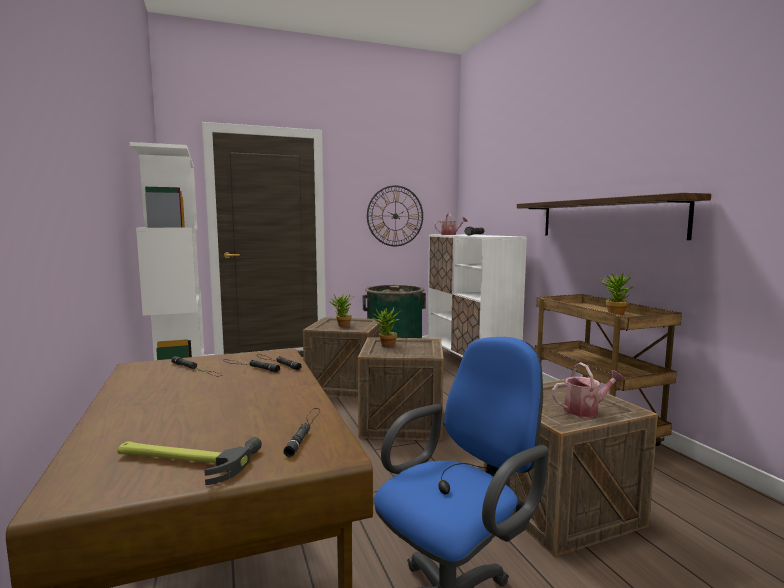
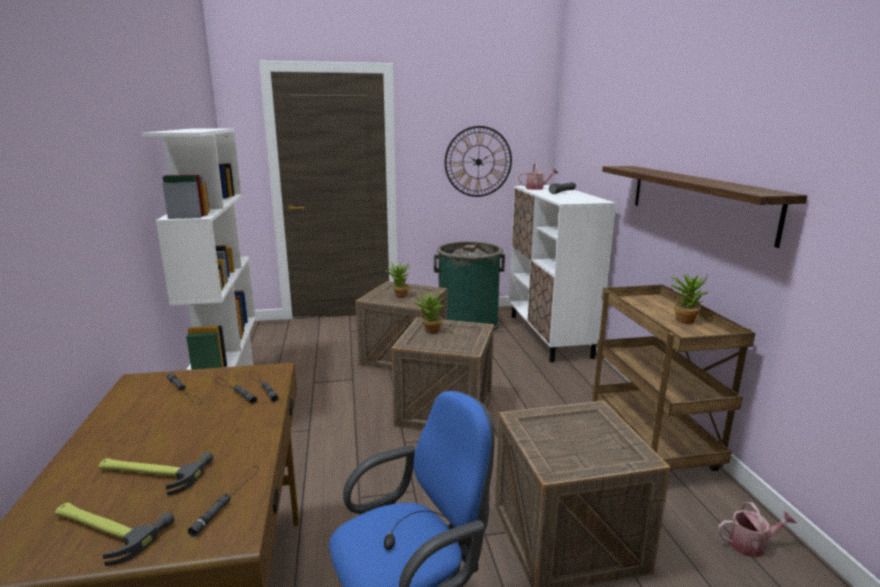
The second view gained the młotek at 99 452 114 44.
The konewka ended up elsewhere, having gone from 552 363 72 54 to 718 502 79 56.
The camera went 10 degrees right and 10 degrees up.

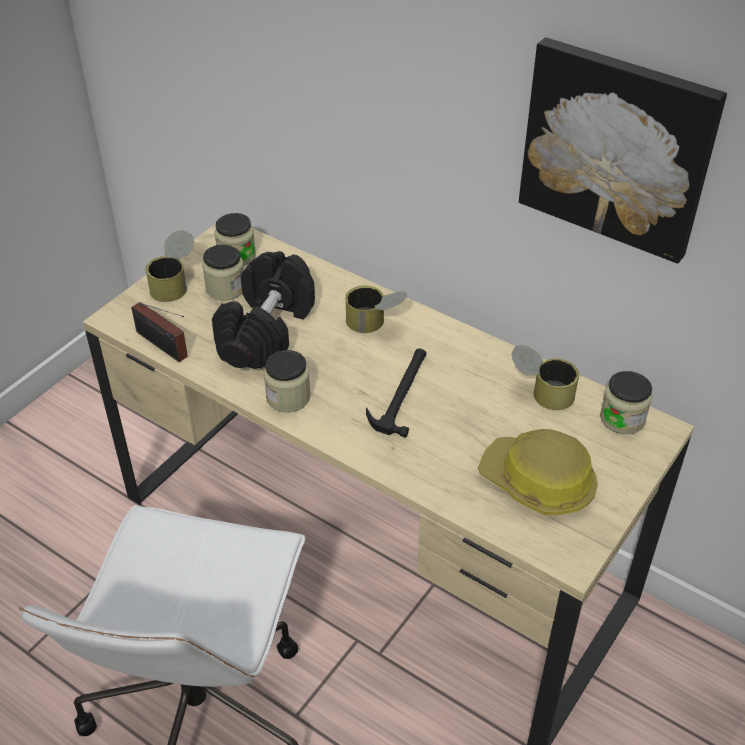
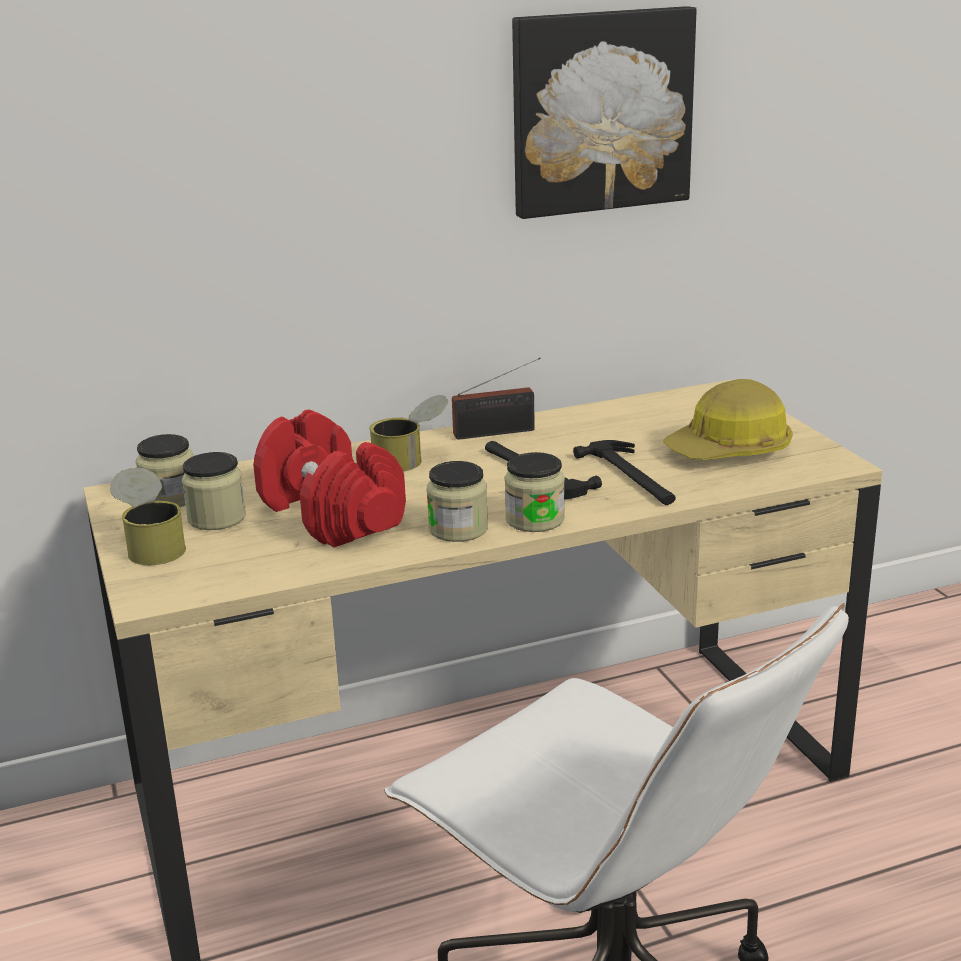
What was the hantel (czarny) at 212 251 103 118 turned into the hantel (czerwony) at 253 410 153 137.
The radio ended up elsewhere, having gone from 131 302 57 60 to 452 358 89 82.
The słoik ended up elsewhere, having gone from 600 371 52 63 to 505 452 60 80.
The second view gained the młotek at 573 440 103 65.
The second view lost the puszka at 511 345 68 65.
The camera went 55 degrees left and 20 degrees down.

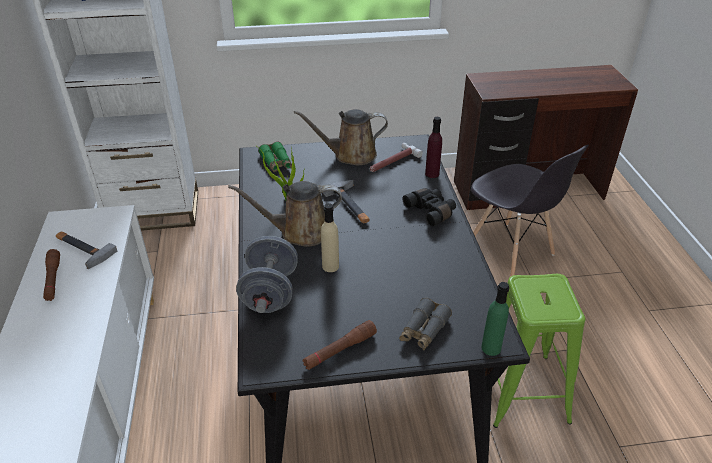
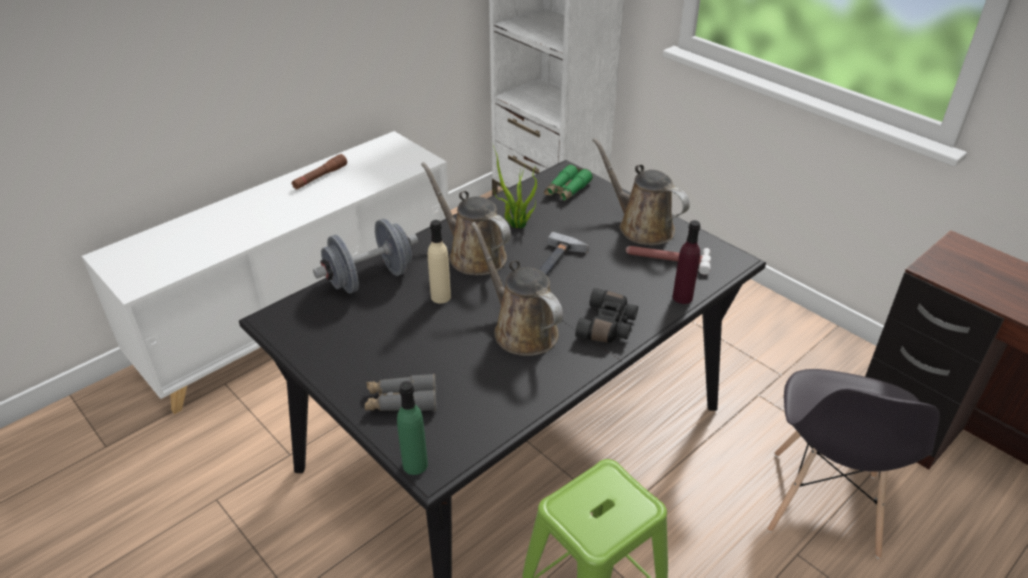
The second view gained the konewka (brązowy) at 471 222 92 134.
The second view lost the młotek at 56 232 61 37.
The second view lost the latarka (brązowy) at 302 320 75 50.
The camera went 55 degrees right and 0 degrees up.

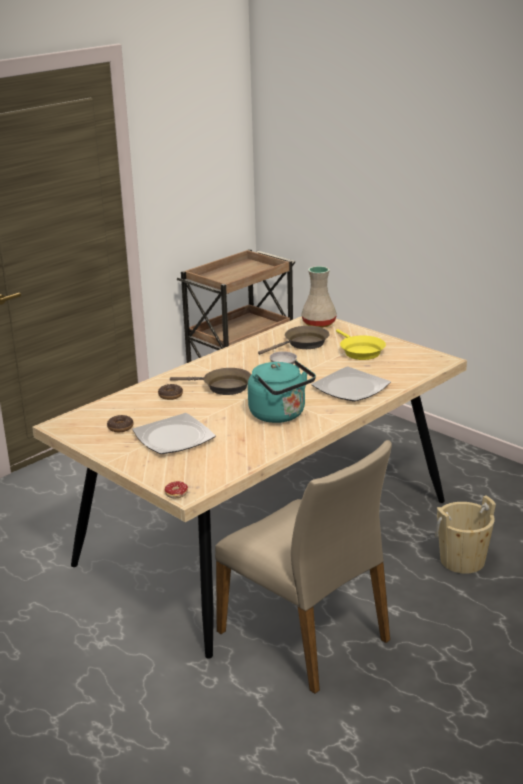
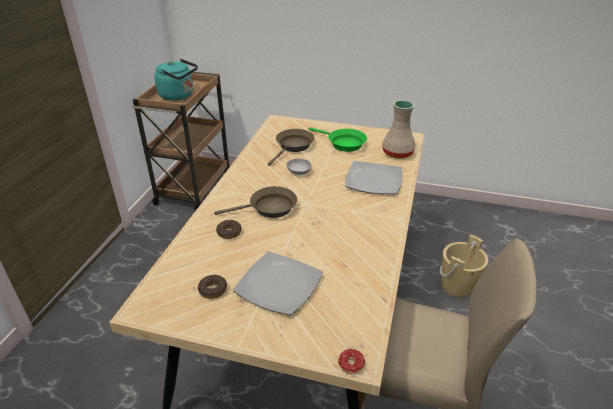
The czajnik (turkusowy) ended up elsewhere, having gone from 248 360 68 63 to 154 59 44 41.
What was the patelnia (żółty) at 336 329 50 31 turned into the patelnia (zielony) at 309 127 58 25.
The wazon (beżowy) ended up elsewhere, having gone from 302 266 35 62 to 382 100 34 59.
The camera went 30 degrees left and 10 degrees up.

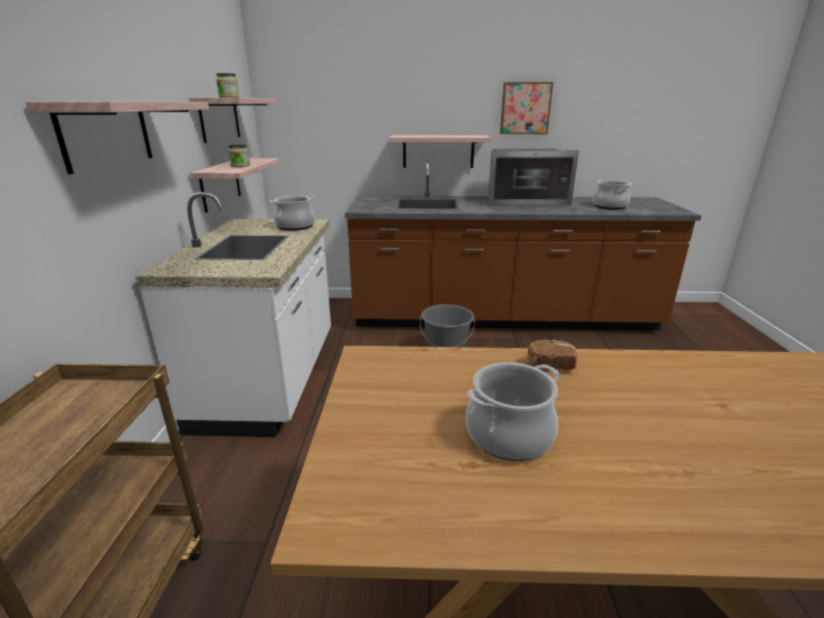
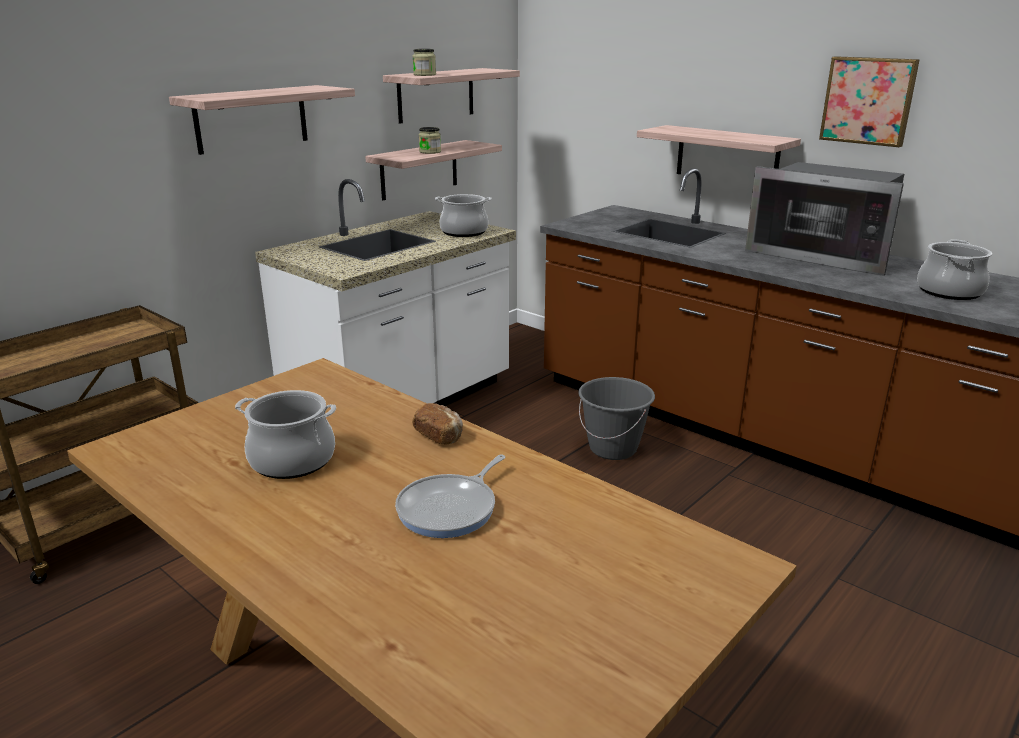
The second view gained the patelnia at 395 454 110 84.
The camera went 40 degrees right and 0 degrees up.

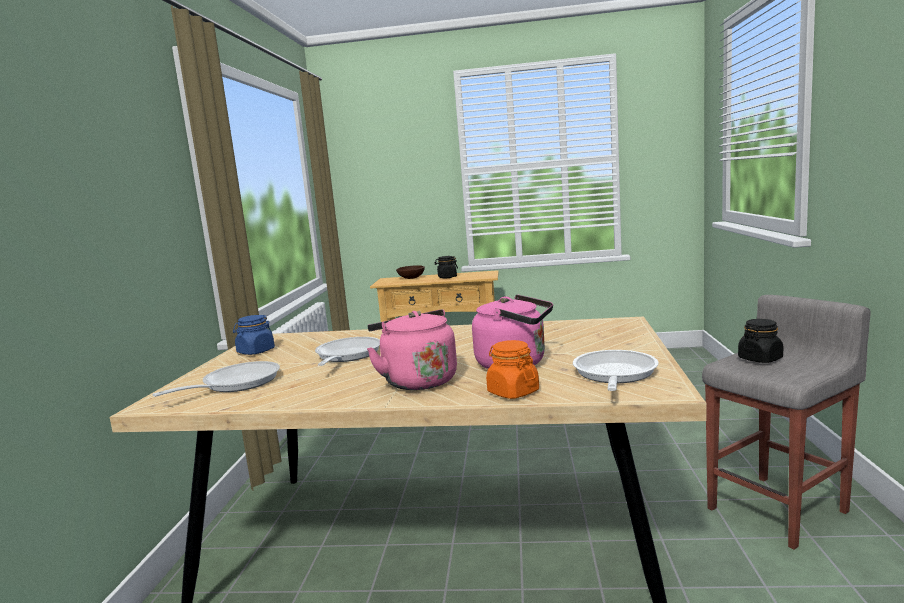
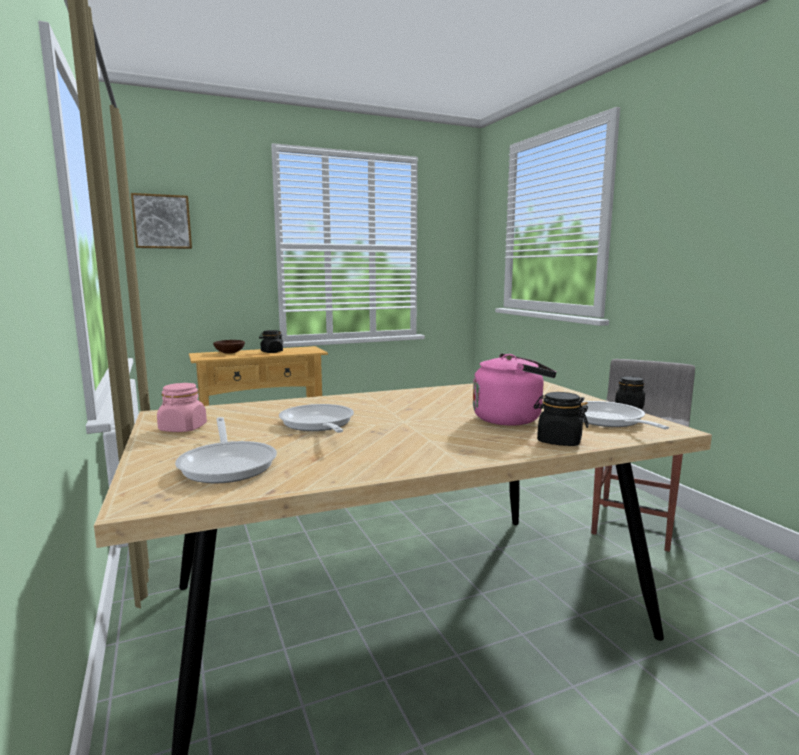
The second view gained the obraz at 131 193 61 56.
What was the słoik (niebieski) at 233 315 42 40 turned into the słoik (różowy) at 157 383 50 49.
The patelnia at 152 361 128 36 ended up facing another way, 150 degrees clockwise from before.
What was the słoik (pomarańczowy) at 486 340 53 59 turned into the słoik (czarny) at 533 392 55 54.
The second view lost the czajnik (różowy) at 367 309 90 81.
The camera went 30 degrees left and 0 degrees up.

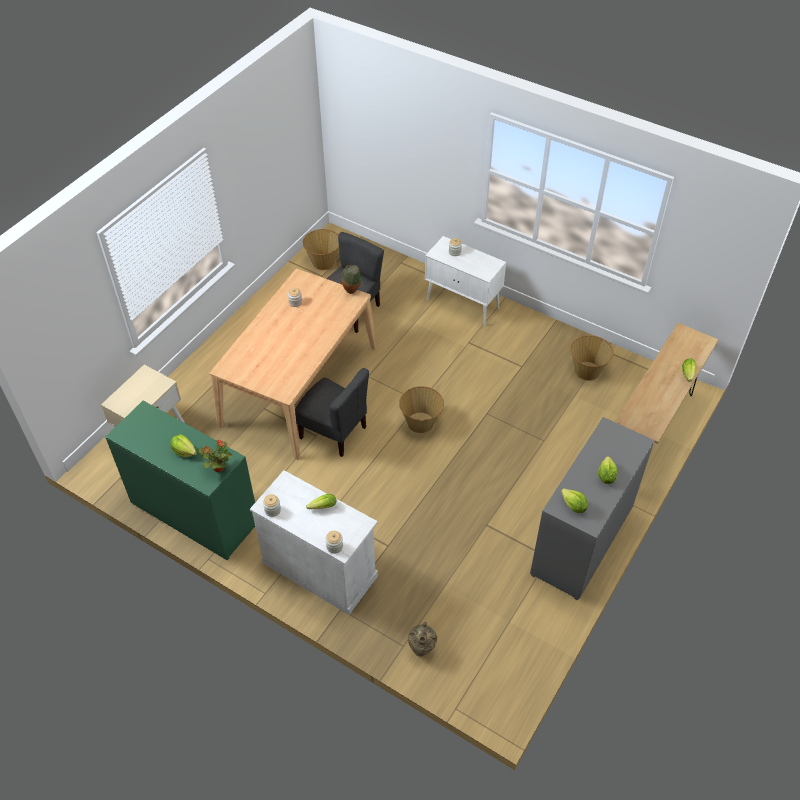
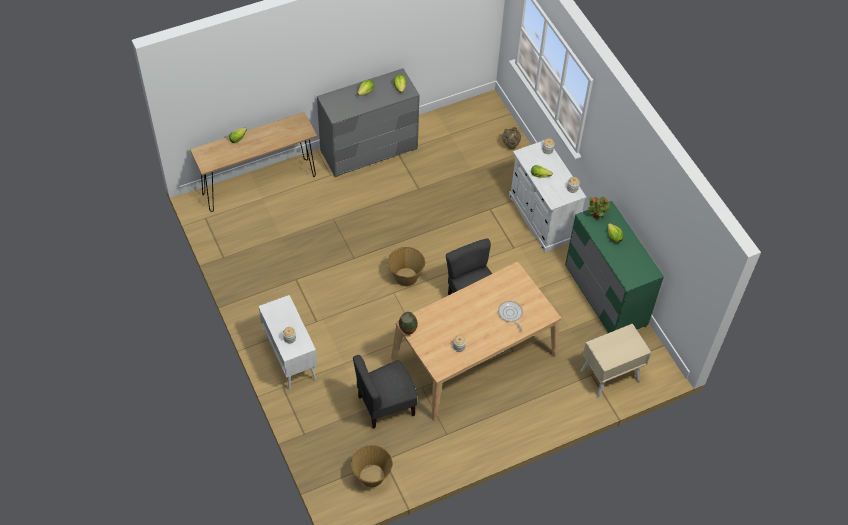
The second view gained the patelnia at 498 301 25 30.
The second view lost the koszyk at 570 335 44 46.
The camera went 150 degrees left and 5 degrees up.

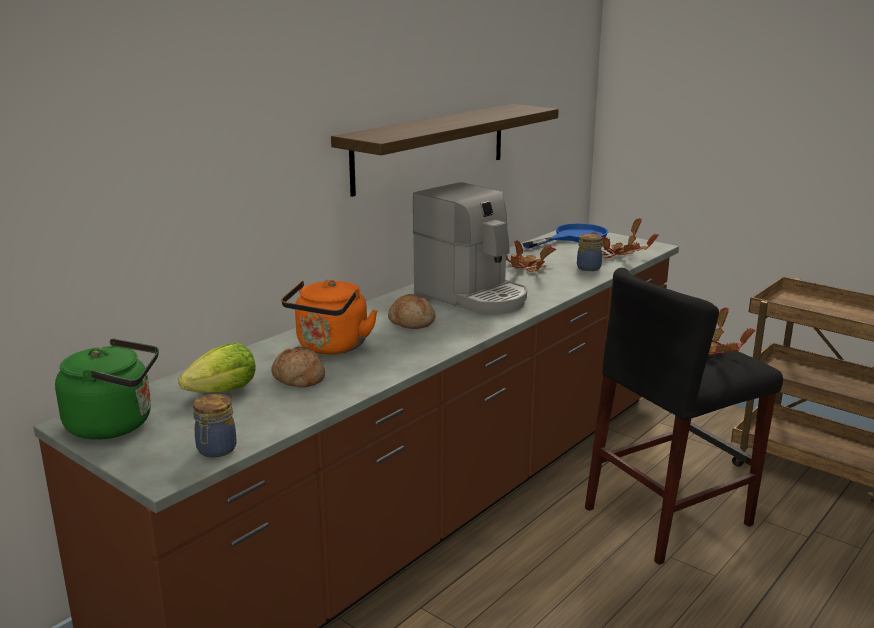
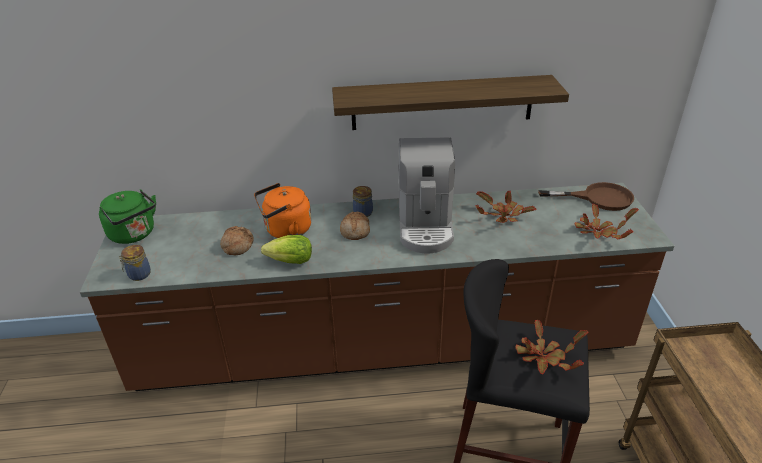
The sałata ended up elsewhere, having gone from 178 342 78 51 to 261 235 51 29.
The słoik ended up elsewhere, having gone from 577 234 26 37 to 353 186 20 31.
What was the patelnia (niebieski) at 522 223 86 25 turned into the patelnia (brązowy) at 538 182 96 29.
The camera went 45 degrees right and 15 degrees up.

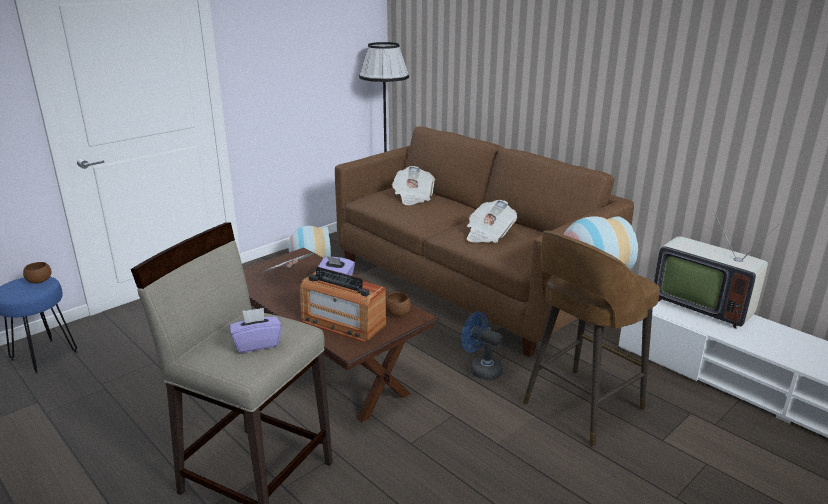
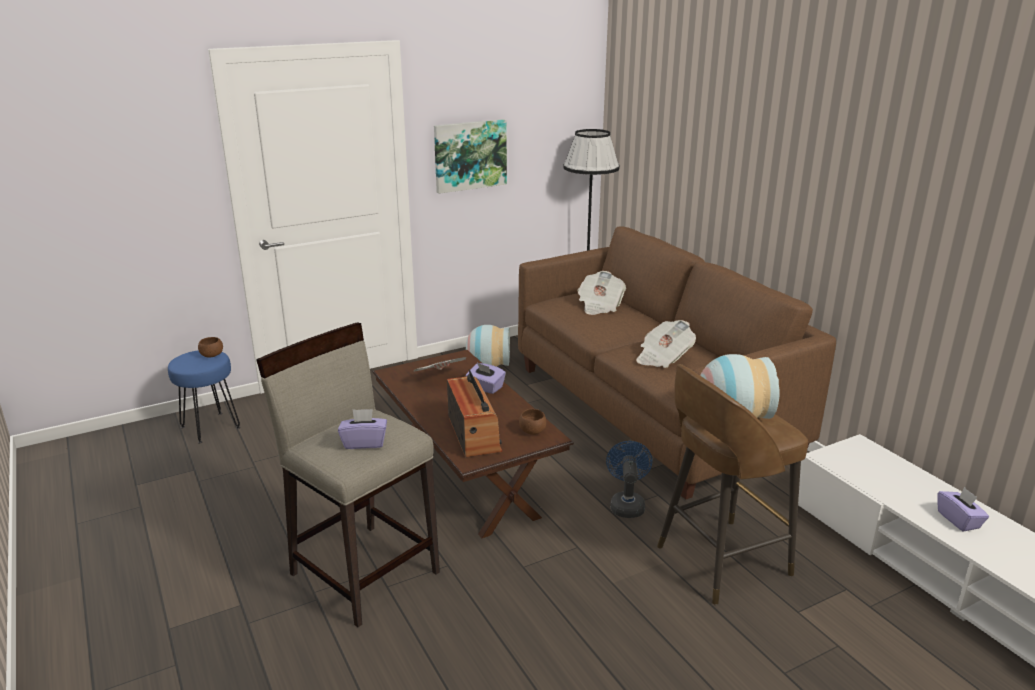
The second view gained the obraz at 434 119 73 75.
The radio at 300 267 86 76 ended up facing another way, 150 degrees counterclockwise from before.
The wentylator (niebieski) at 461 311 42 69 ended up facing another way, 45 degrees clockwise from before.
The second view gained the pudełko chusteczek (fioletowy) at 937 487 52 45.
The second view lost the telewizor at 654 211 126 118.
The camera went 15 degrees right and 0 degrees up.

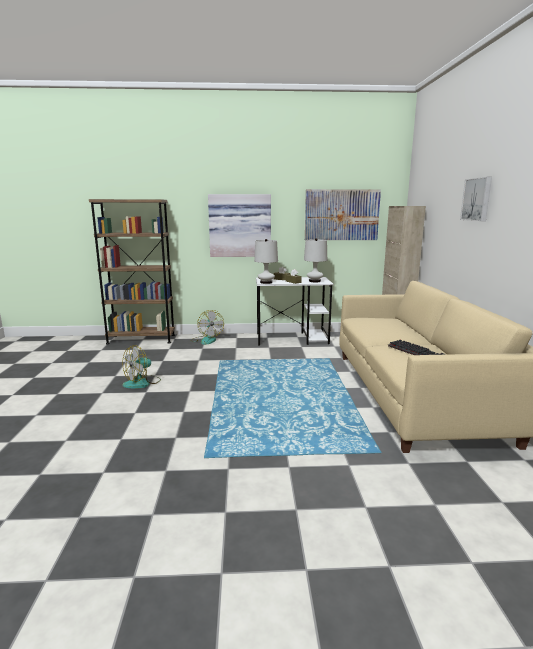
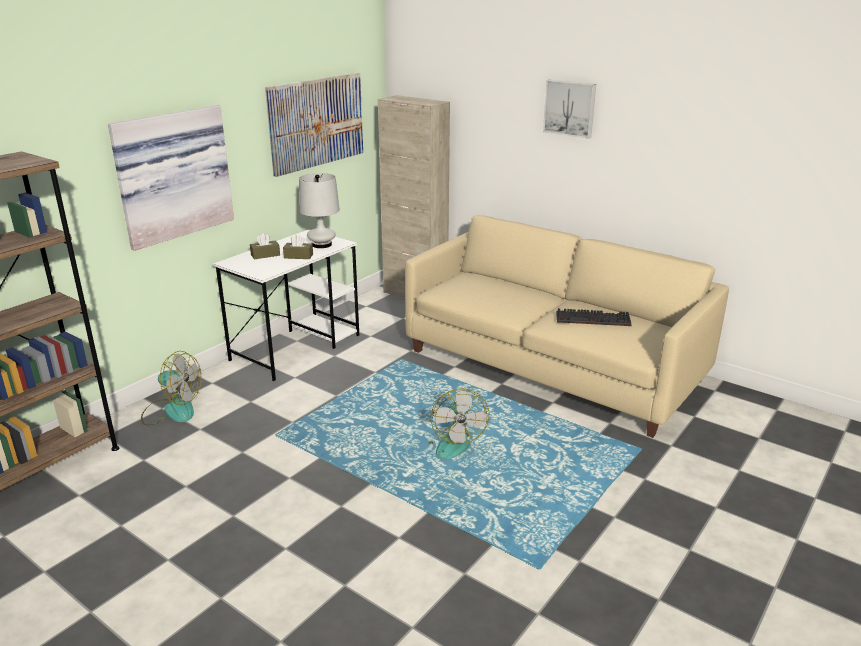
The wentylator ended up elsewhere, having gone from 122 345 39 43 to 428 389 61 70.
The second view lost the lampa stołowa (biały) at 254 239 24 45.
The camera went 50 degrees left and 10 degrees up.

